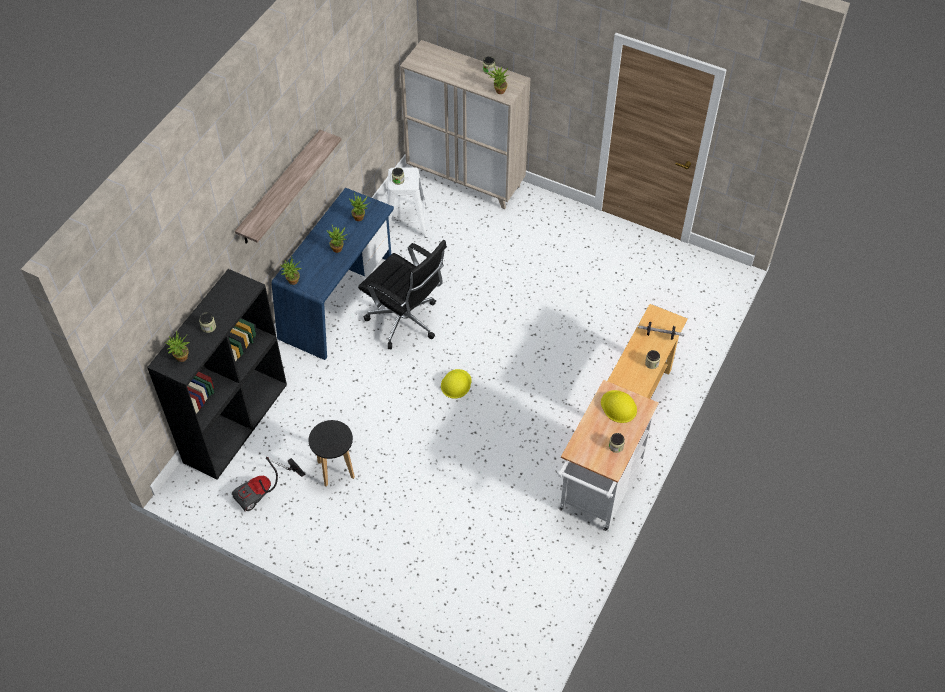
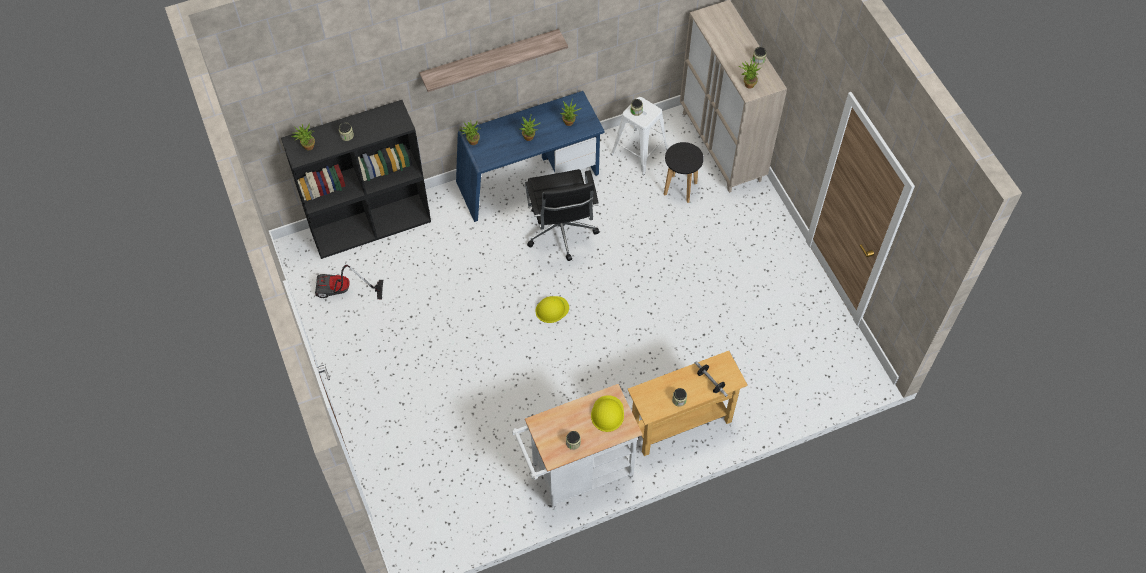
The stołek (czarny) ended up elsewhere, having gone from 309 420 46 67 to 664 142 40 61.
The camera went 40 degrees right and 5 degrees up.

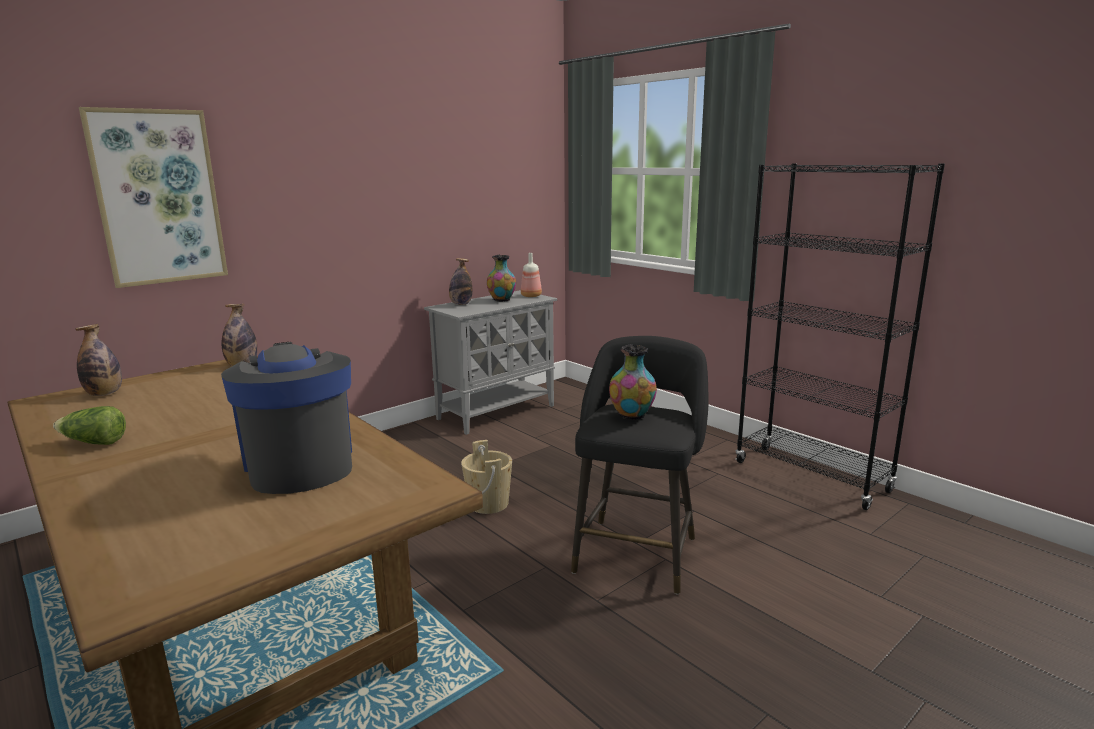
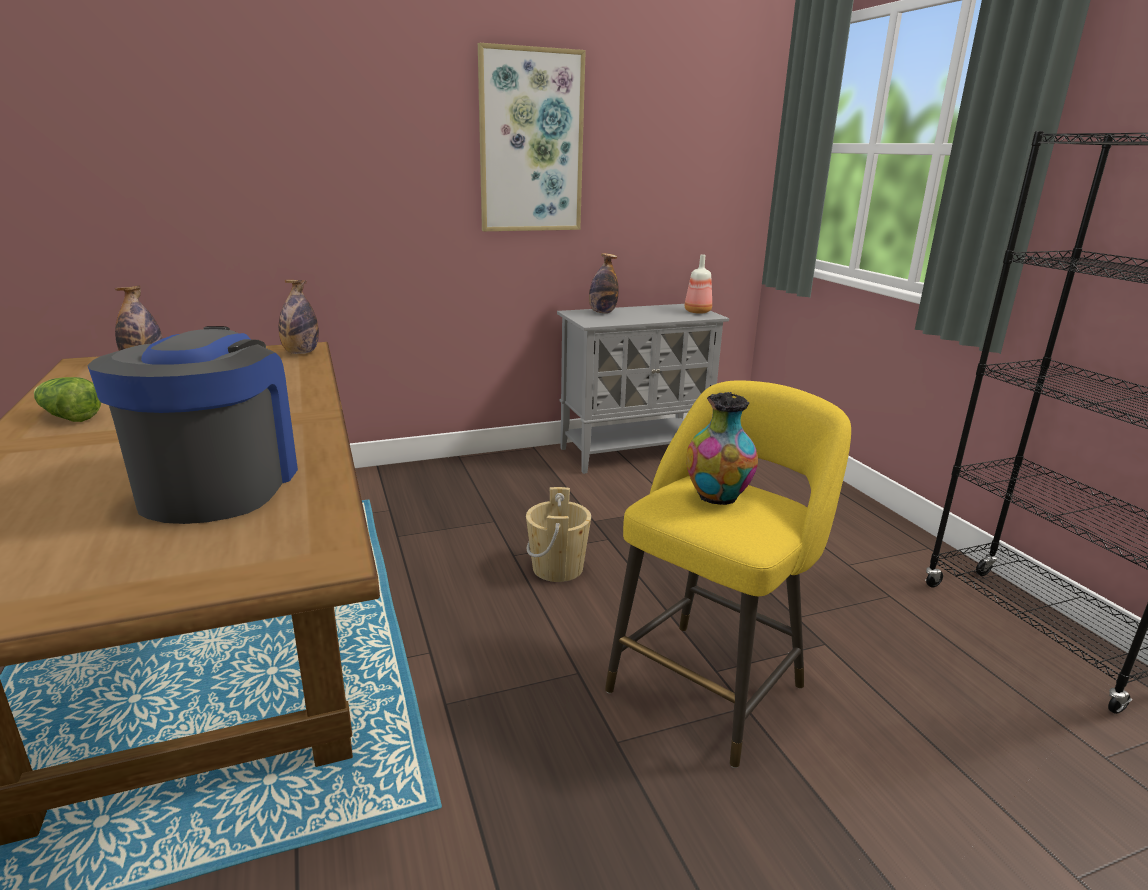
The obraz ended up elsewhere, having gone from 79 107 149 181 to 478 43 108 188.
What was the stołek (czarny) at 571 336 137 258 turned into the stołek (żółty) at 605 380 246 388.
The second view lost the wazon at 487 255 29 47.
The camera went 20 degrees right and 5 degrees up.

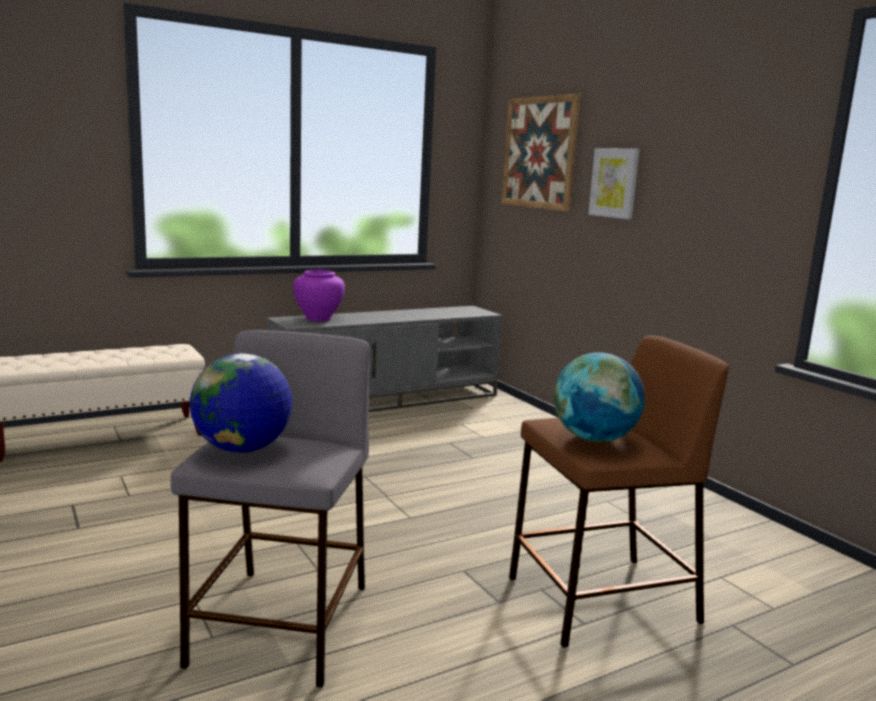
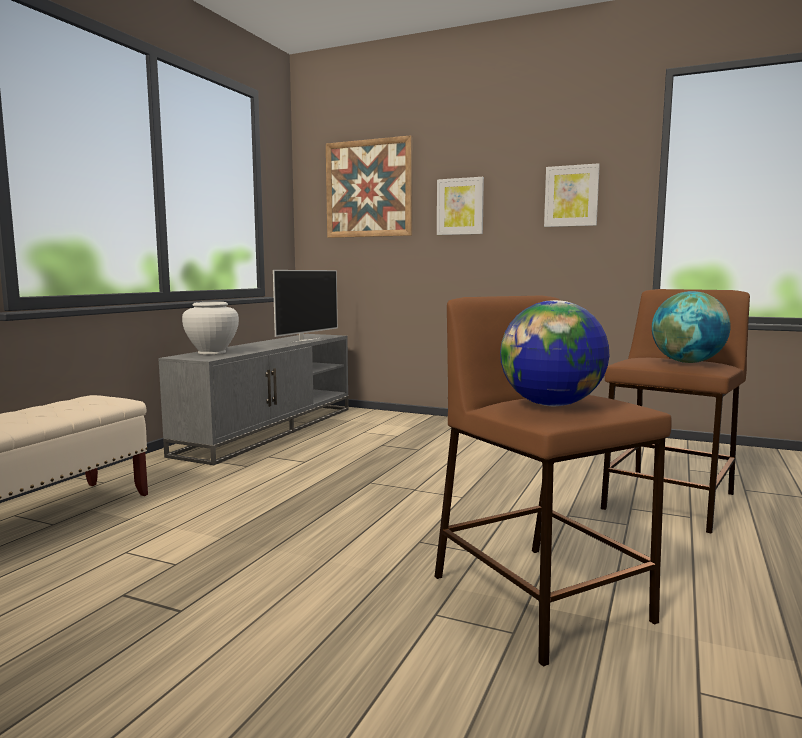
What was the wazon (fioletowy) at 293 270 52 51 turned into the wazon (biały) at 182 302 57 53.
The second view gained the telewizor at 273 270 65 74.
What was the stołek (szary) at 171 330 198 358 turned into the stołek (brązowy) at 434 295 238 371.
The second view gained the obraz at 544 163 56 64.
The camera went 35 degrees left and 5 degrees down.

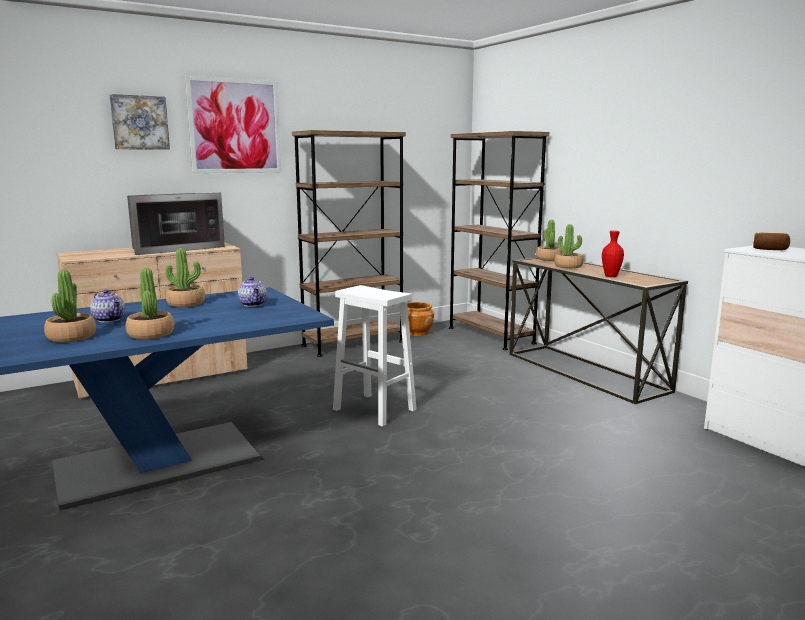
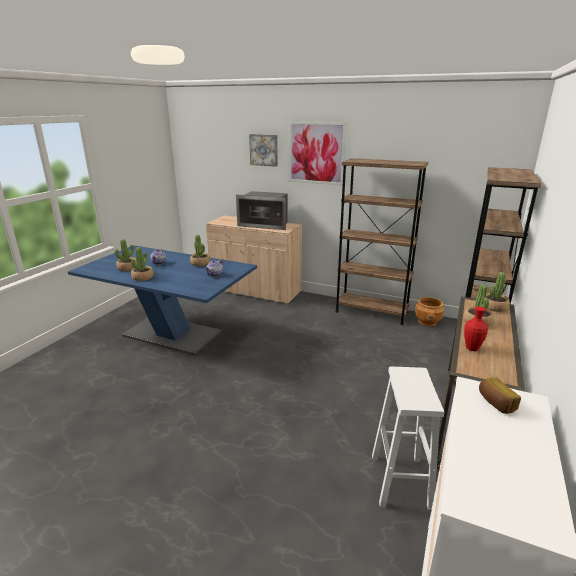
The stołek (biały) ended up elsewhere, having gone from 333 285 84 142 to 372 367 72 143.
The camera went 55 degrees right and 10 degrees up.

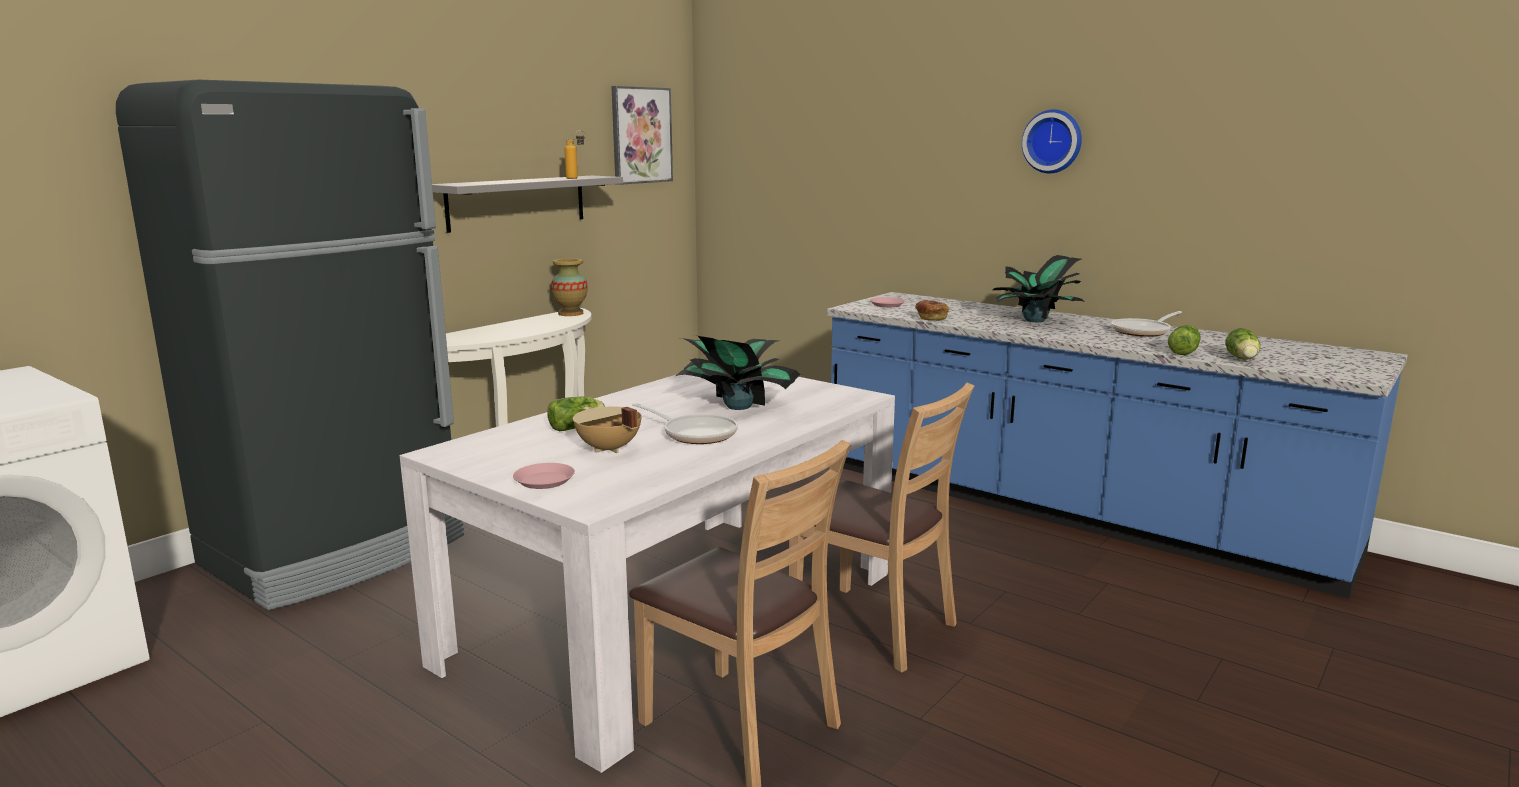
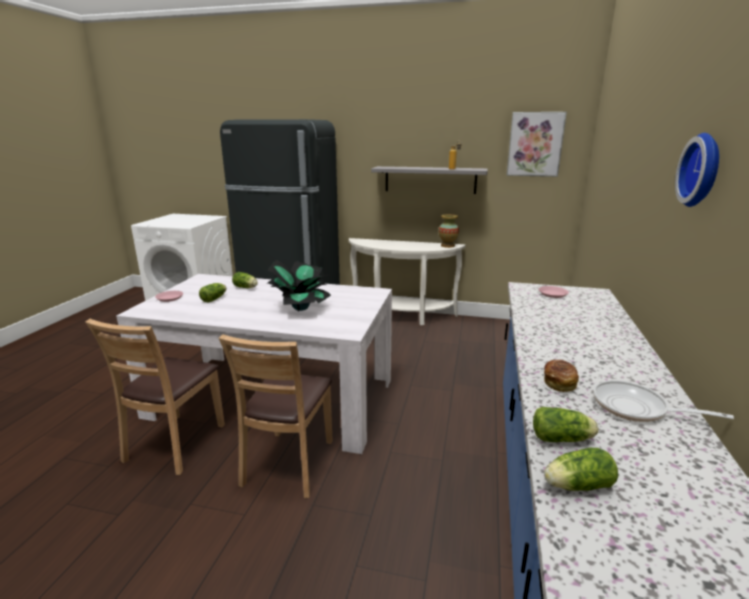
Where the garnek (beżowy) stood at 573 407 69 46, the sałata came to stand at 199 283 27 20.
The chleb ended up elsewhere, having gone from 915 300 34 20 to 544 360 35 32.
The second view lost the patelnia at 632 403 106 41.
The second view lost the roślina doniczkowa at 993 255 91 67.
The camera went 65 degrees right and 5 degrees up.

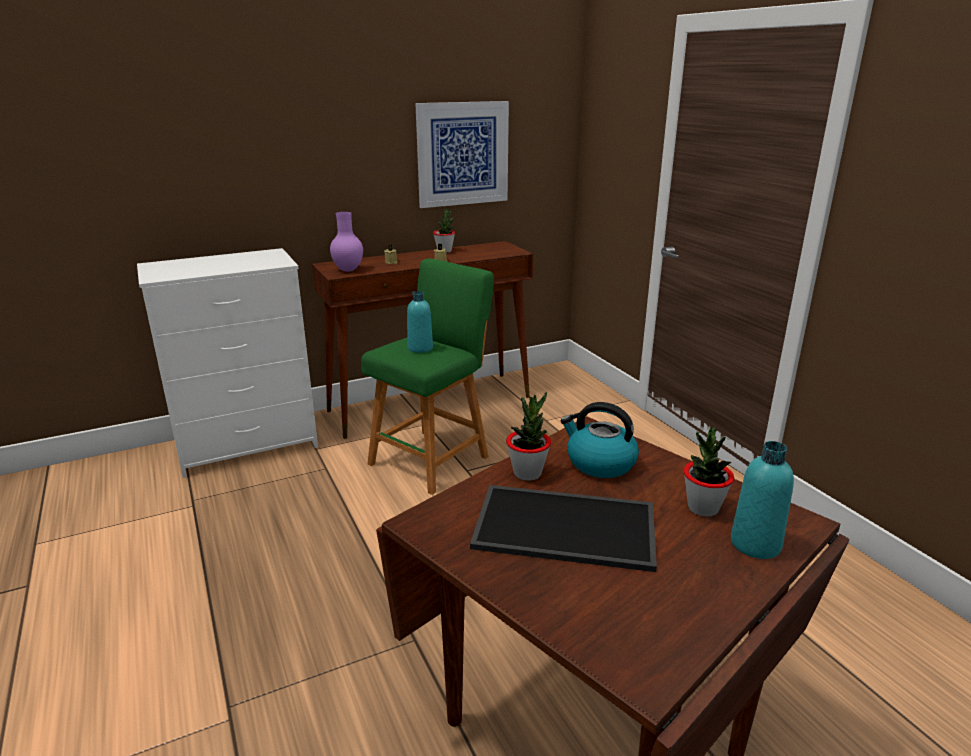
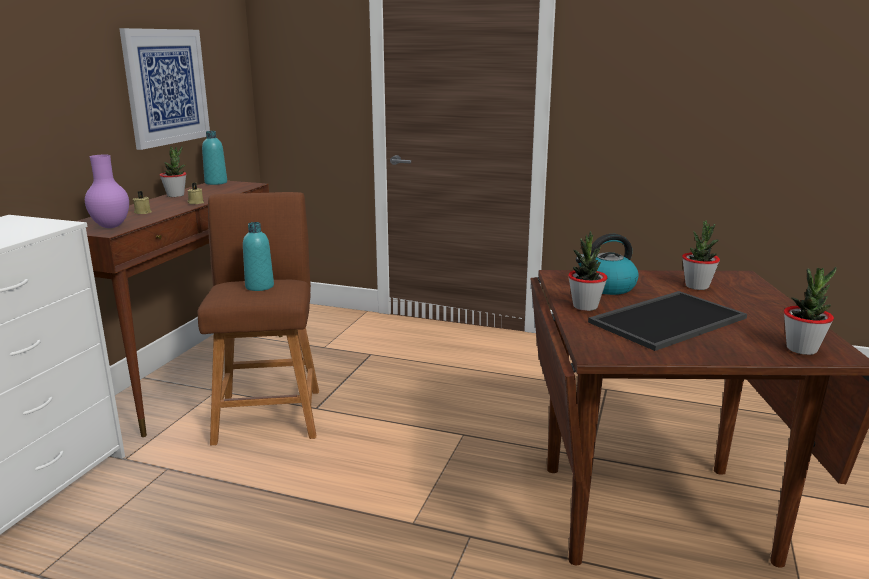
What was the stołek (zielony) at 361 259 133 236 turned into the stołek (brązowy) at 198 192 121 253.
The butelka (turkusowy) ended up elsewhere, having gone from 731 441 63 118 to 202 131 25 54.
The second view gained the roślina doniczkowa at 784 267 53 88.
The camera went 45 degrees left and 5 degrees down.

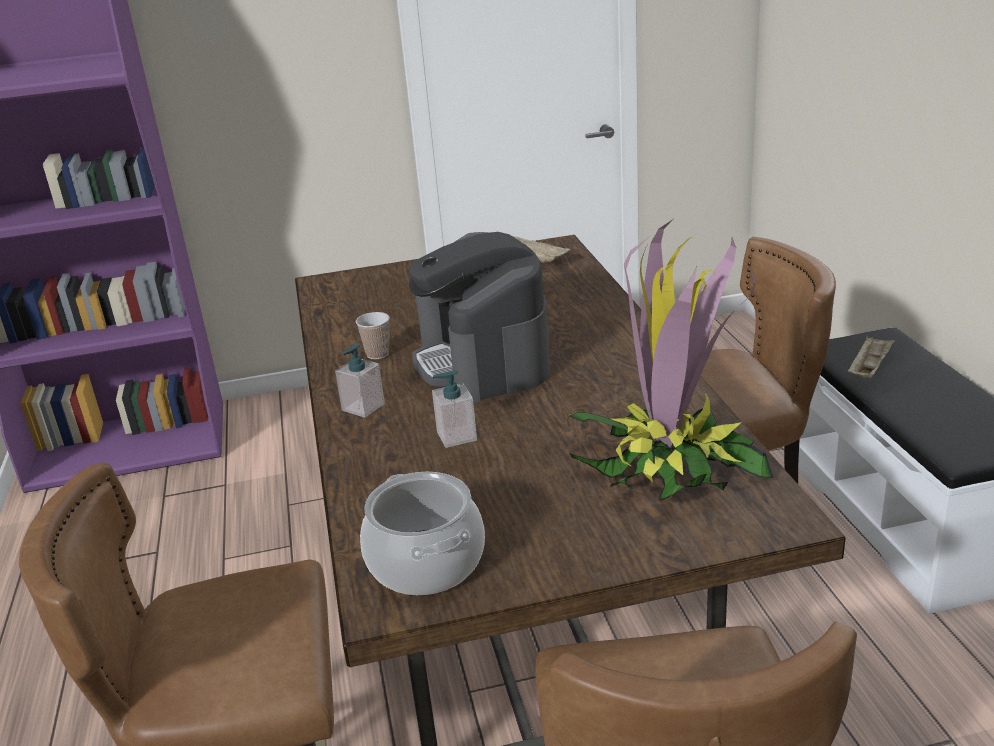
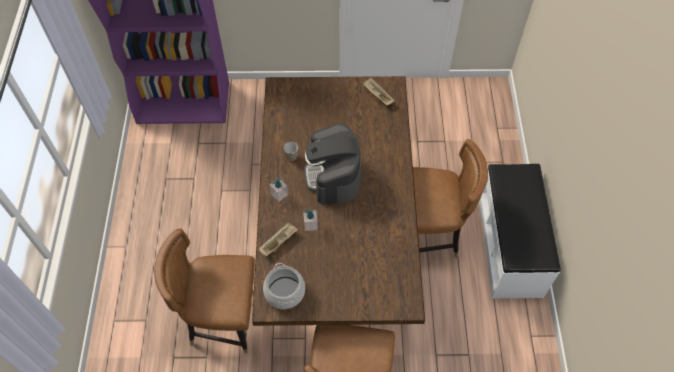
The taca (beżowy) ended up elsewhere, having gone from 848 336 47 43 to 259 223 39 34.
The second view lost the roślina doniczkowa at 569 219 204 282.
The camera went 10 degrees right and 30 degrees up.

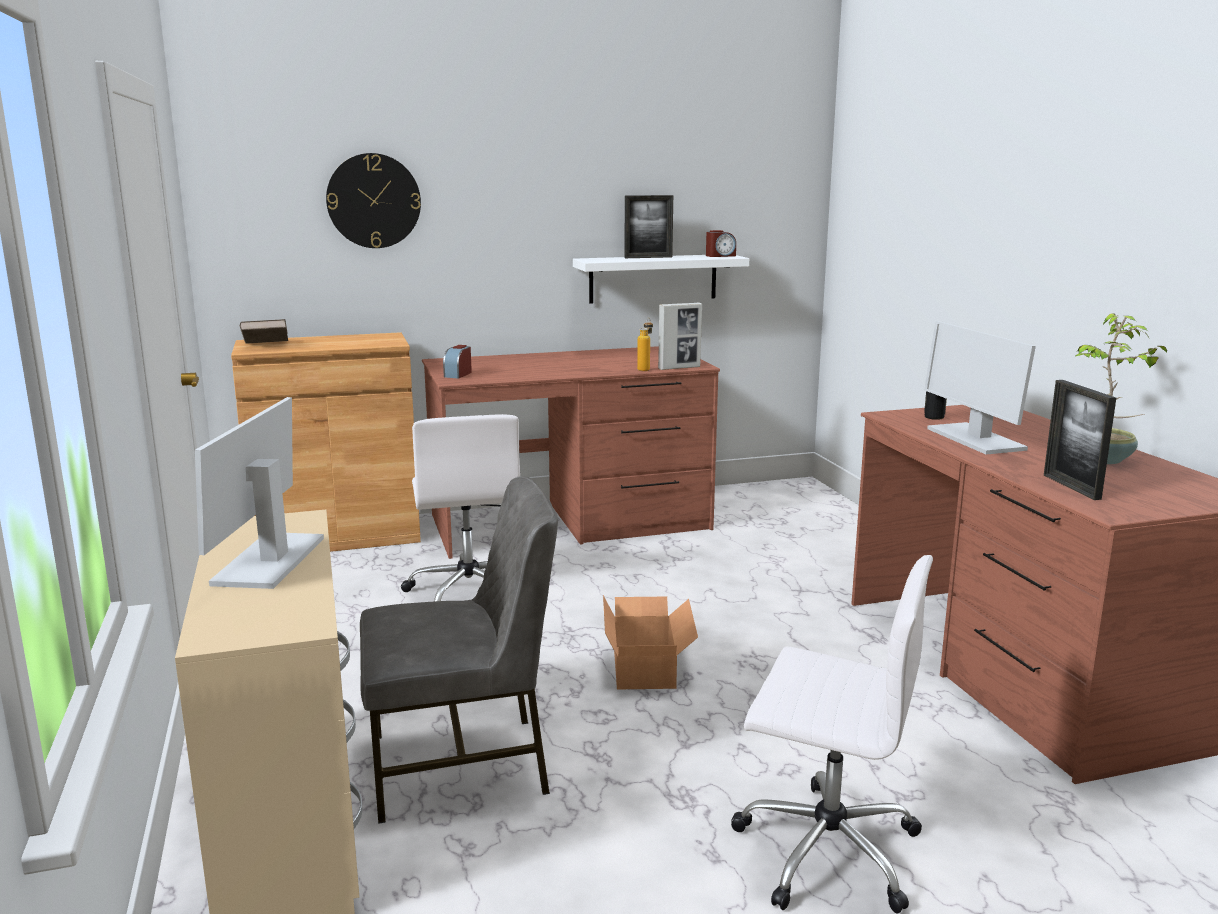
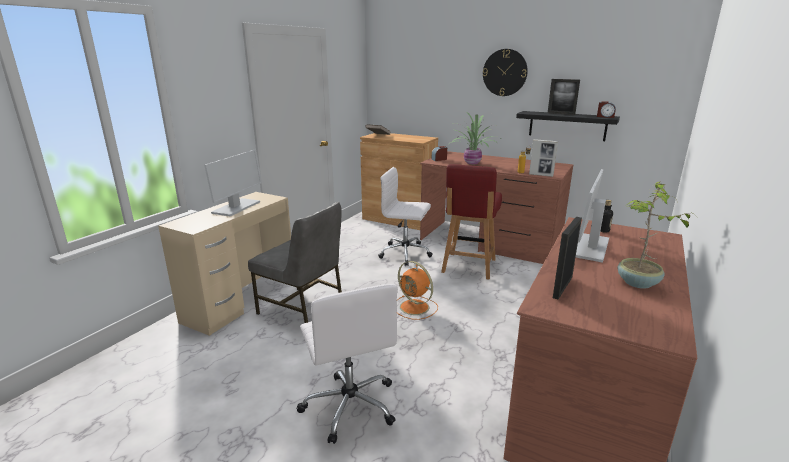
The monitor at 195 397 129 192 ended up facing another way, 150 degrees clockwise from before.
The krzesło biurowe (biały) at 401 414 119 188 ended up facing another way, 75 degrees clockwise from before.
Where the karton stood at 603 595 95 94, the wentylator (pomarańczowy) came to stand at 397 261 41 59.
The second view gained the krzesło (czerwony) at 441 164 61 116.
The second view gained the roślina doniczkowa at 450 112 47 52.
The zegar ścienny ended up elsewhere, having gone from 326 153 95 95 to 483 49 45 47.
What was the półka (biały) at 573 255 176 48 turned into the półka (czarny) at 516 111 104 30.
The camera went 45 degrees right and 5 degrees up.

